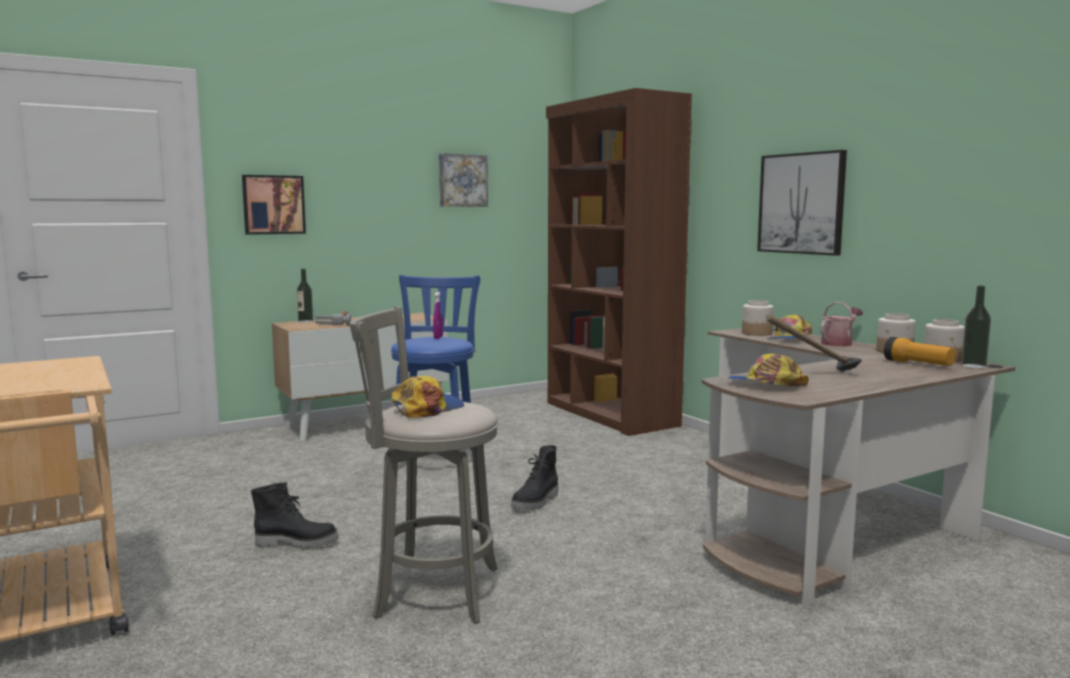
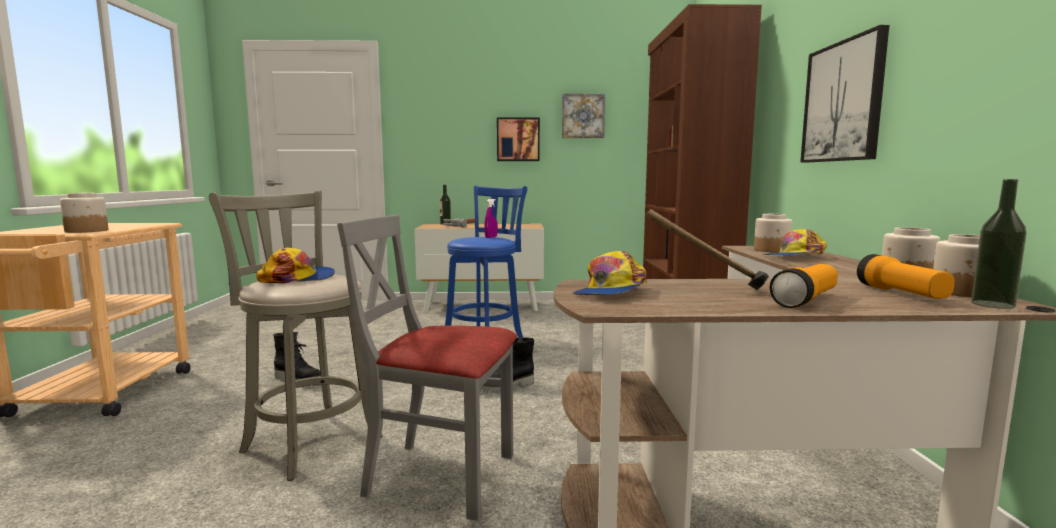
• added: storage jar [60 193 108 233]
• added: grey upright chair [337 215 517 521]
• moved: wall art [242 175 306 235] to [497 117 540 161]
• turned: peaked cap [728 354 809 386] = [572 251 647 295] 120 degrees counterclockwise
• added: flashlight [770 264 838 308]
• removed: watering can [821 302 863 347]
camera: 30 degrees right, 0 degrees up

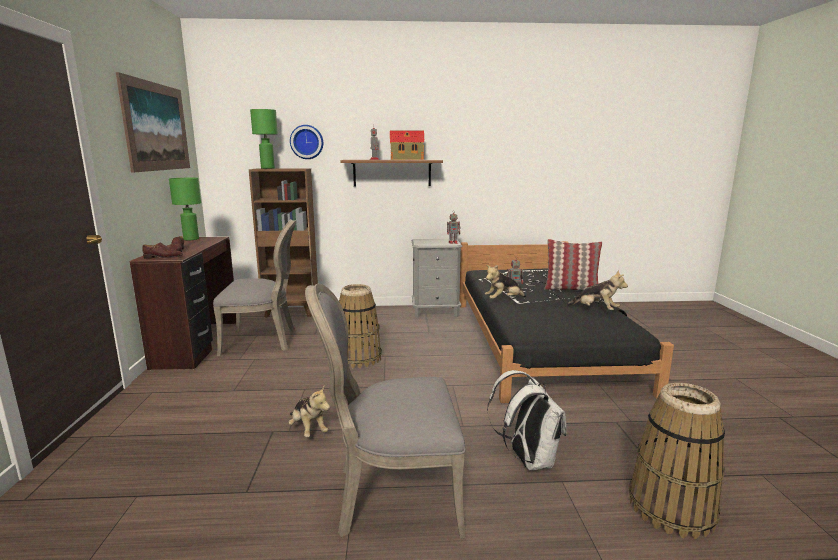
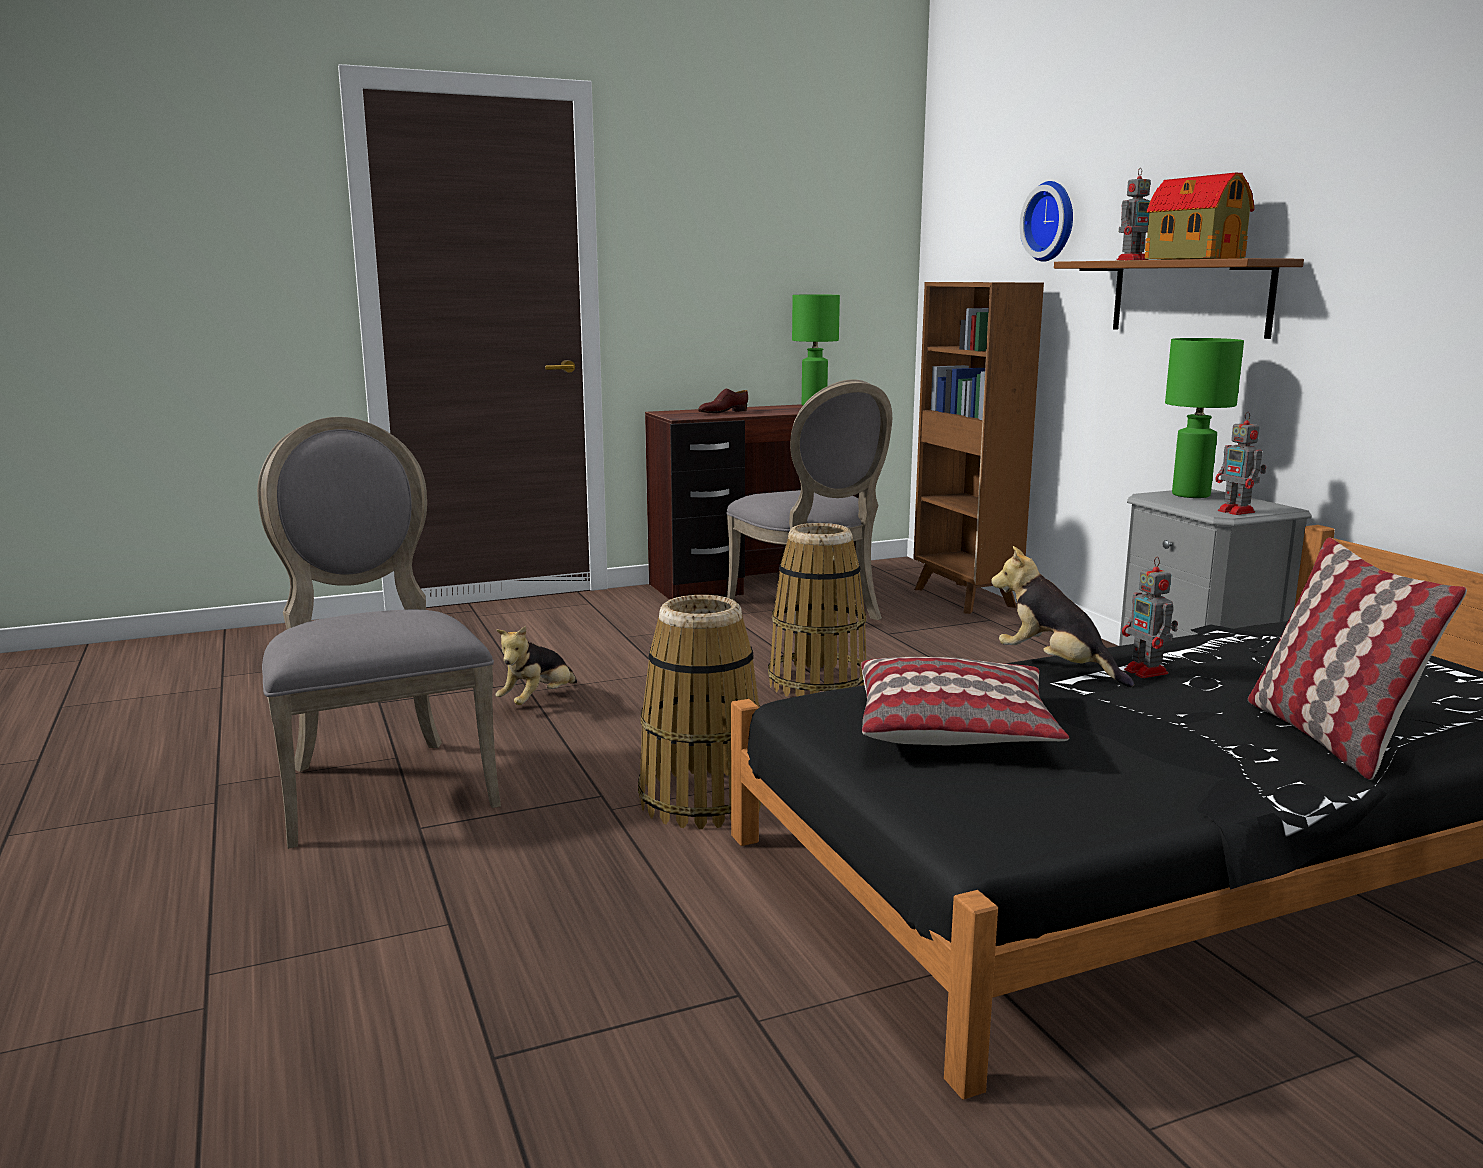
• moved: basket [629 383 725 539] to [638 595 764 829]
• added: throw pillow [861 657 1069 746]
• moved: green lamp for a table [250 109 278 169] to [1165 338 1244 498]
• removed: wall art [116 72 190 173]
• removed: brownish shoe [142 243 183 259]
• removed: white backpack [487 370 566 470]
• removed: soft toy [567 270 628 310]
camera: 70 degrees right, 0 degrees up

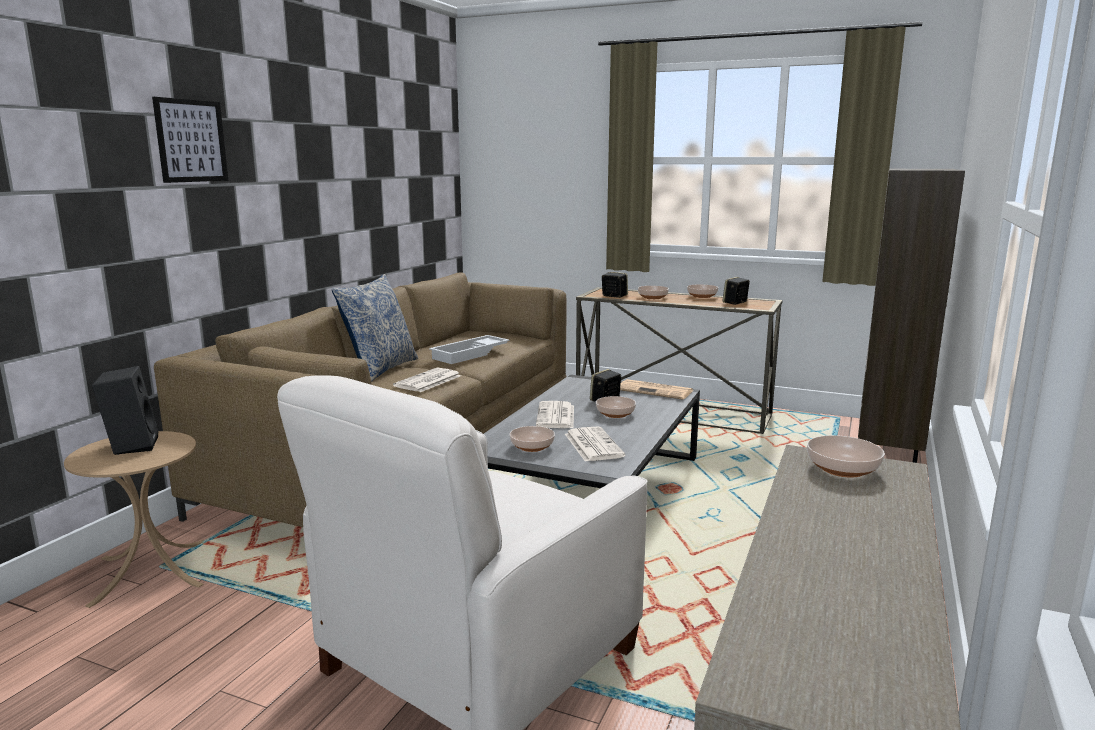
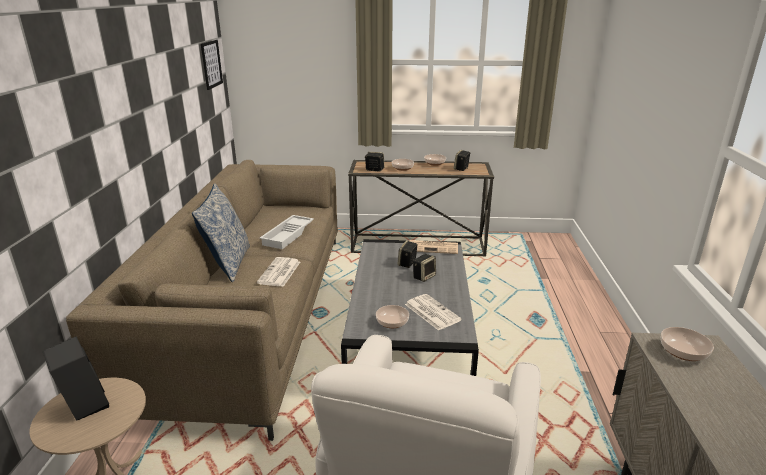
• moved: wall art [152 97 229 183] to [201 40 223 90]
• replaced: serving bowl [596 396 636 418] to loudspeaker [413 254 436 282]
• removed: daily paper [536 401 574 428]
• removed: brownish shelving unit [858 169 965 463]
camera: 20 degrees left, 10 degrees up

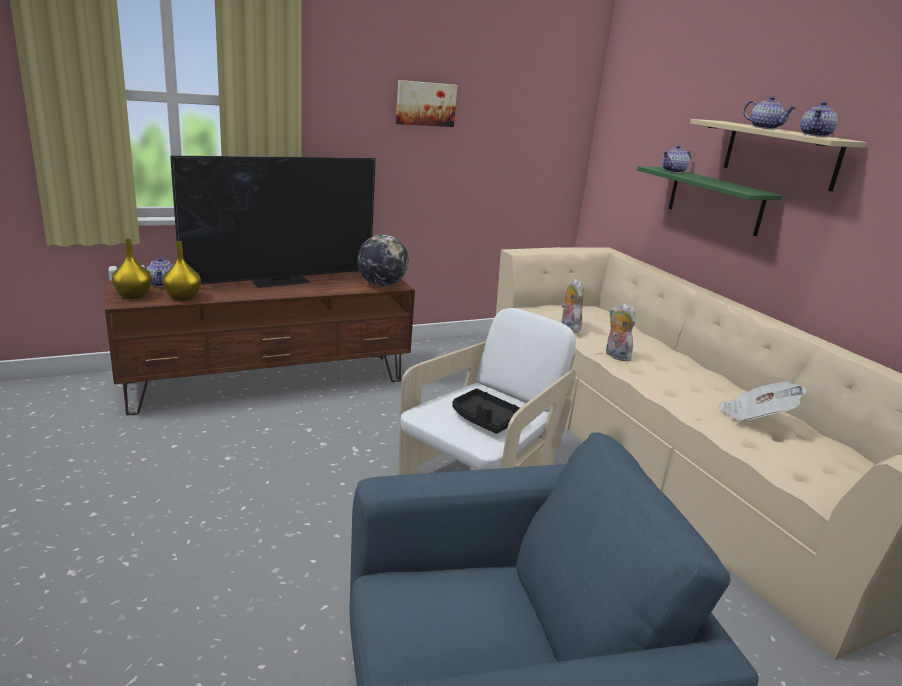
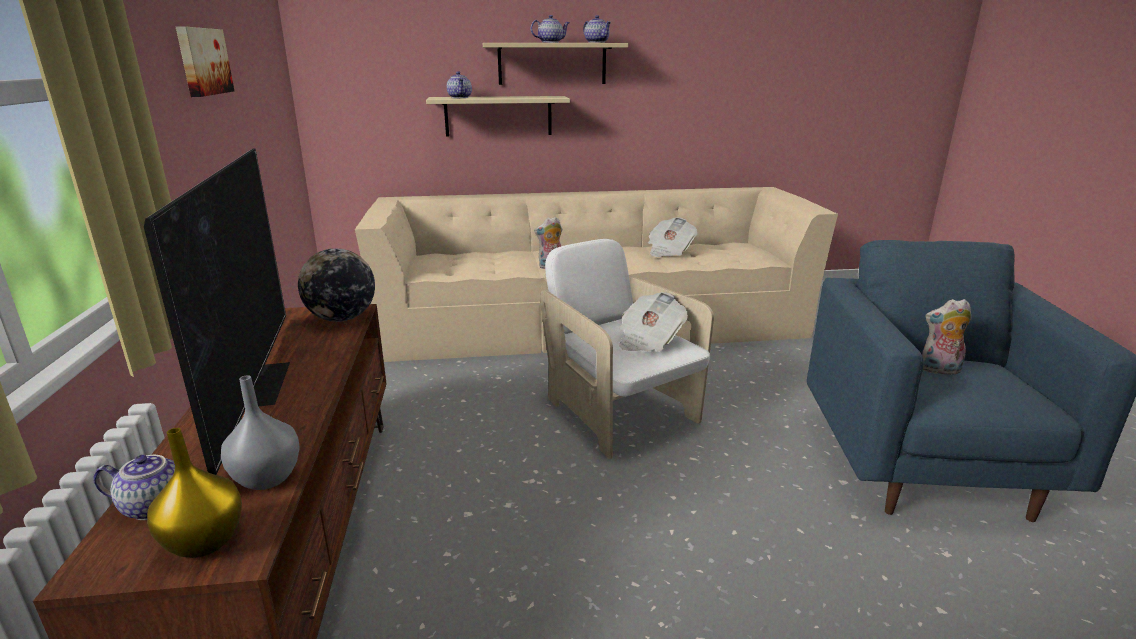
• recoloured: yellow-coloured vase [163 241 201 301] to grey vase [221 375 300 490]
• recoloured: green shelf [637 166 783 236] to beige shelf [426 96 570 137]
• replaced: blackish carrying tray [452 389 520 434] to daily paper [619 292 688 351]
• moved: soft toy [562 279 584 333] to [922 299 972 374]
camera: 70 degrees left, 0 degrees up

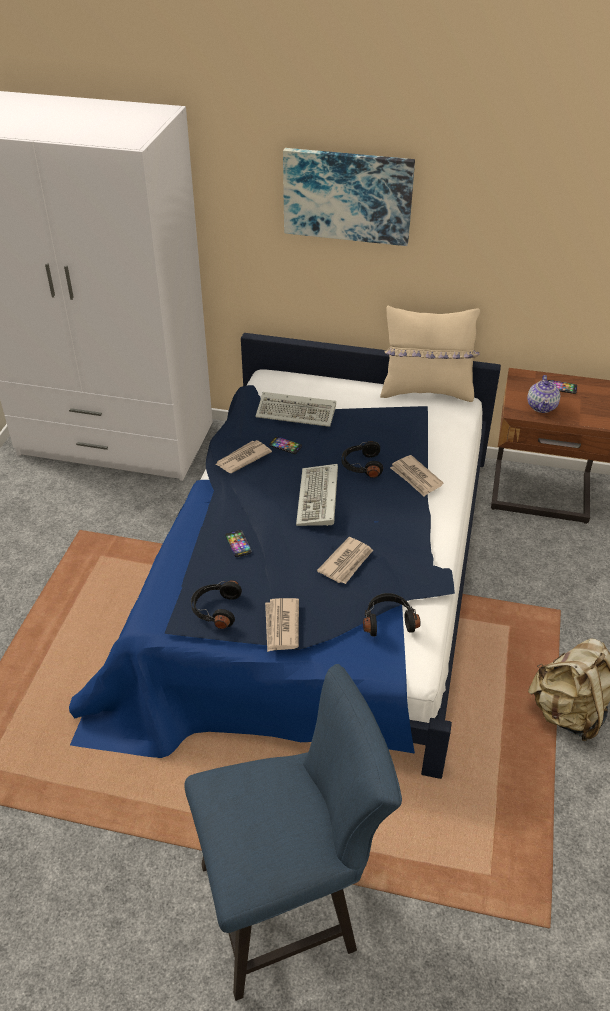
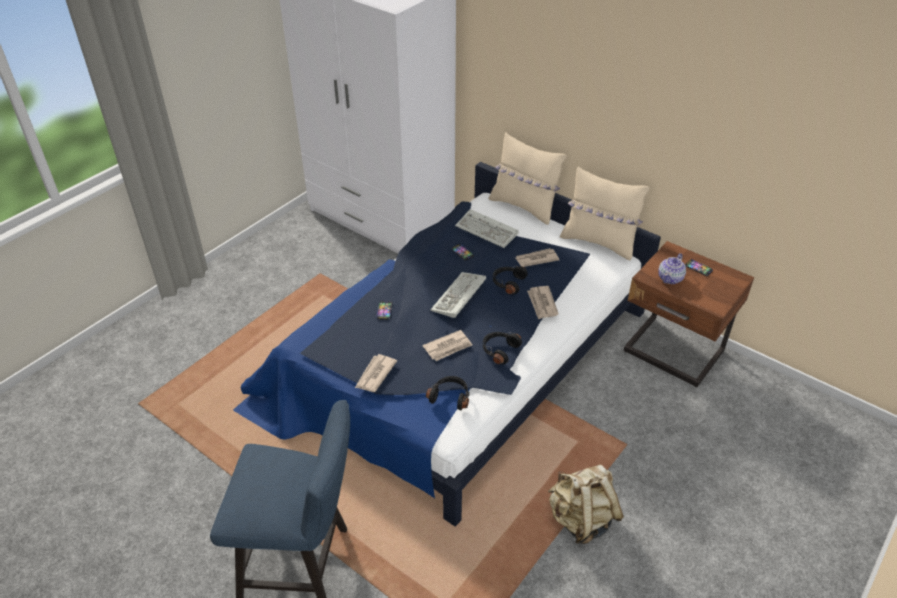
• moved: blackish headphones [191 580 242 629] to [483 332 522 364]
• added: beige throw pillow [489 132 566 225]
• moved: daily paper [215 440 272 473] to [516 248 559 267]
• removed: wall art [283 148 415 246]
camera: 25 degrees right, 0 degrees up

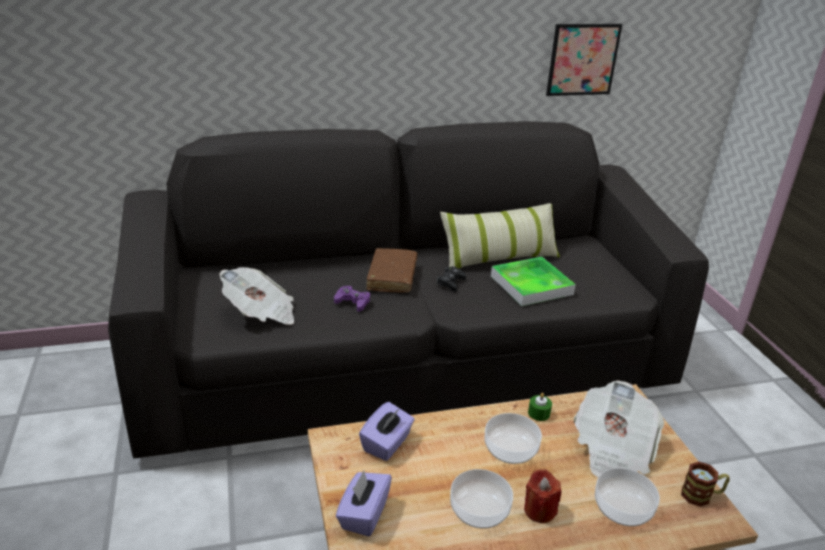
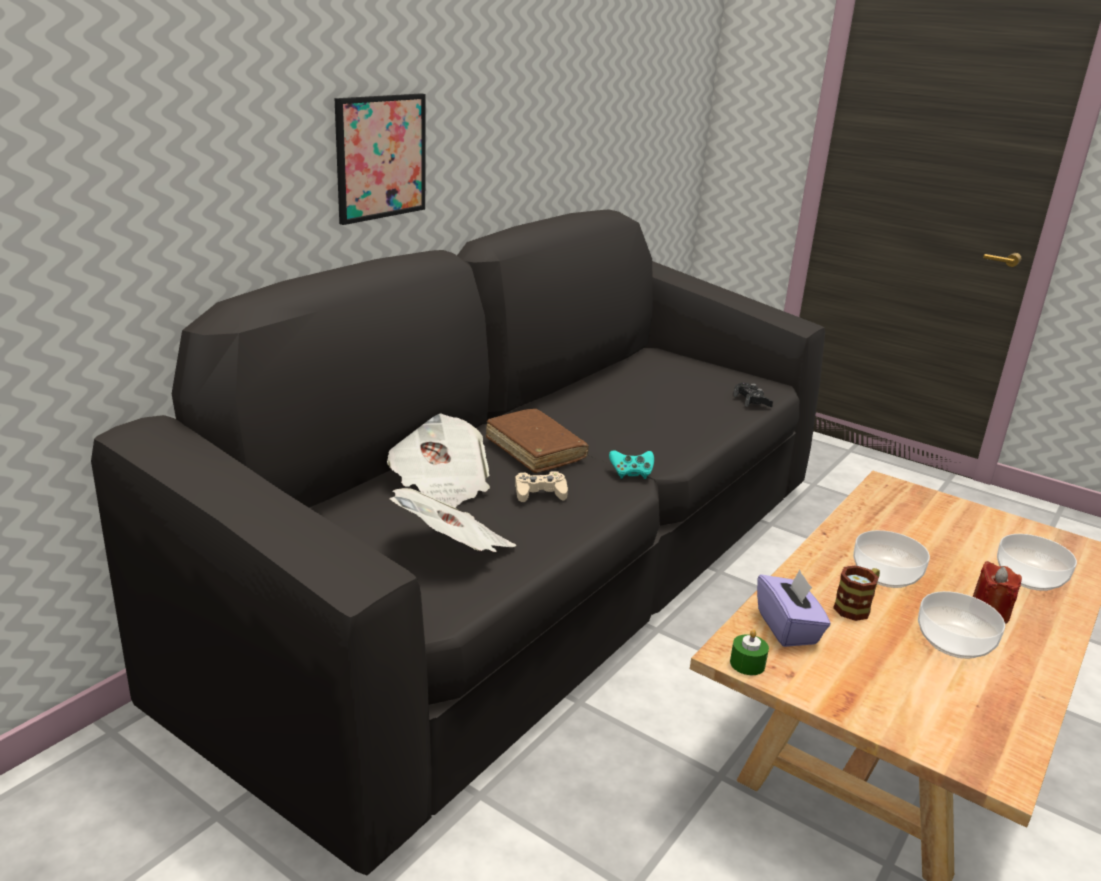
• moved: wall art [546 24 622 96] to [335 93 425 225]
• moved: daily paper [574 381 664 477] to [387 413 490 507]
• recoloured: purple-coloured game controller [334 286 370 312] to beige game controller [515 471 568 502]
• added: blue-green game controller [609 450 654 479]
• moved: green wax candle [528 393 552 421] to [730 629 769 675]
• moved: blackish game controller [437 267 466 292] to [733 383 773 407]
• moved: coffee mug [681 461 730 507] to [833 565 880 621]
• removed: purple-coloured tissue holder [336 471 392 536]
• removed: throw pillow [440 203 560 268]
• removed: carrying tray [491 257 576 306]
camera: 40 degrees left, 5 degrees down

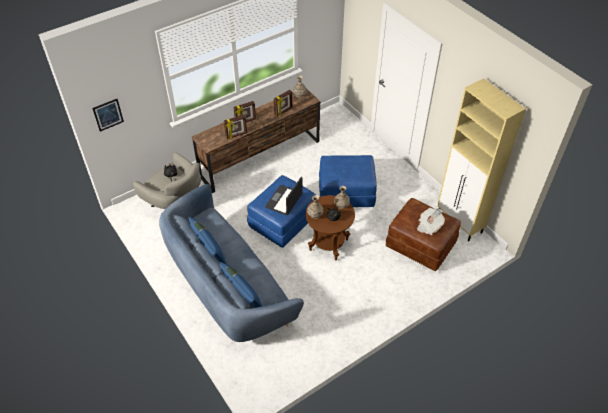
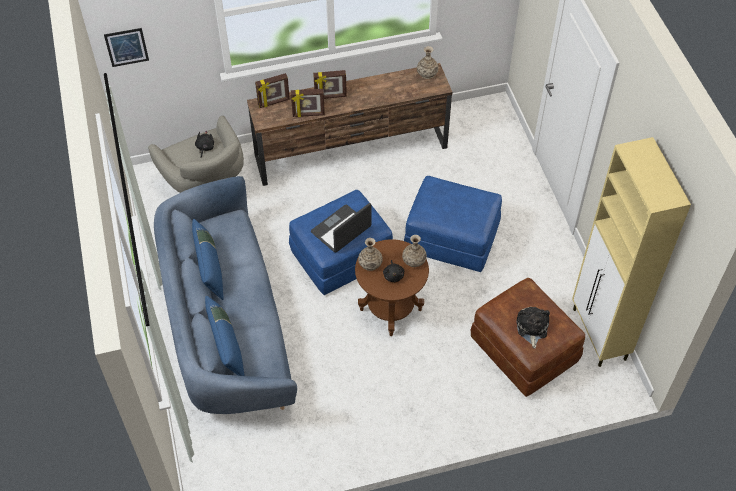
• moved: standing frame [274 90 292 117] to [255 73 290 108]
• replaced: daily paper [417 208 445 235] to soft toy [516 307 550 349]
camera: 20 degrees right, 5 degrees up

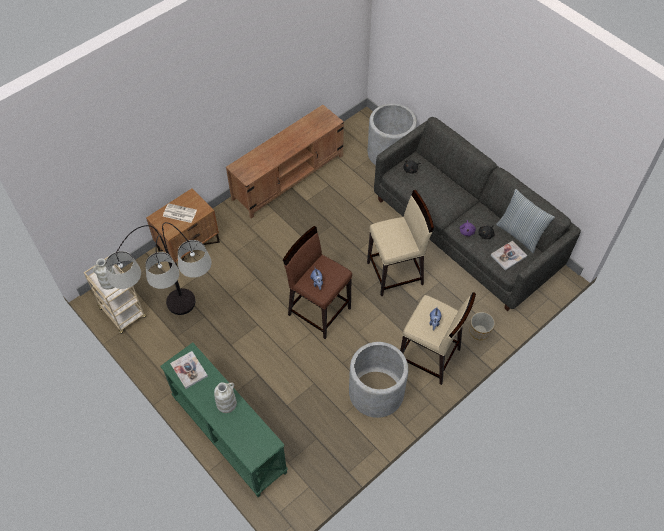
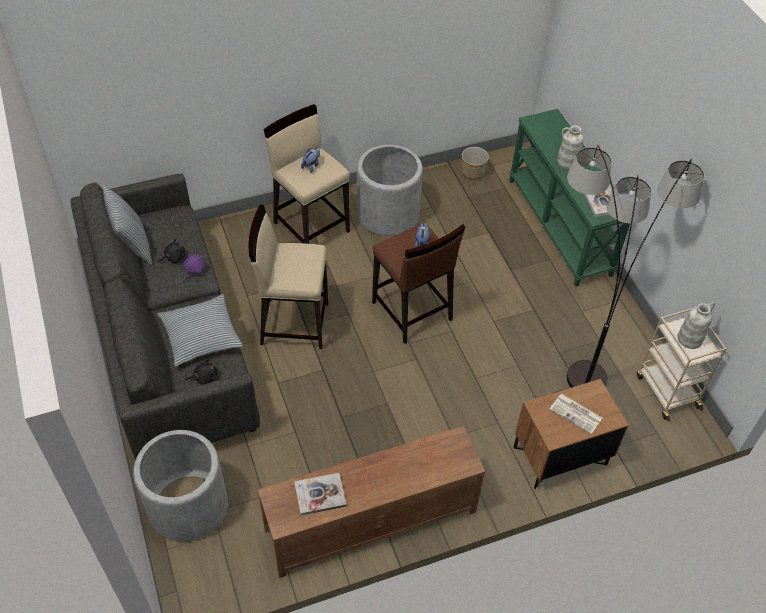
• added: throw pillow [158 294 243 367]
• moved: volume [491 241 527 271] to [294 473 346 516]
• moved: planter [470 312 495 340] to [461 147 489 180]
camera: 160 degrees left, 5 degrees down

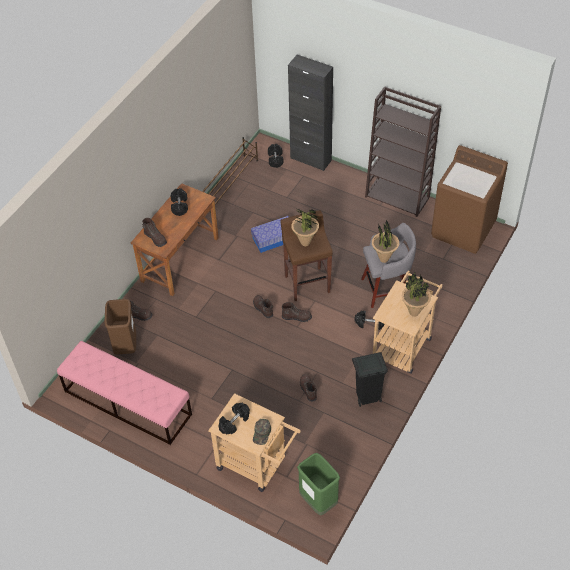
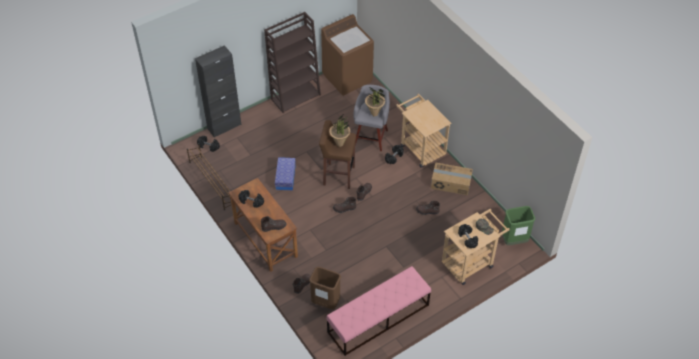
• replaced: blackish trash can [352 352 388 407] to cardboard box [431 163 473 195]
• removed: plant in a pot [402 273 431 317]
camera: 65 degrees left, 0 degrees up

